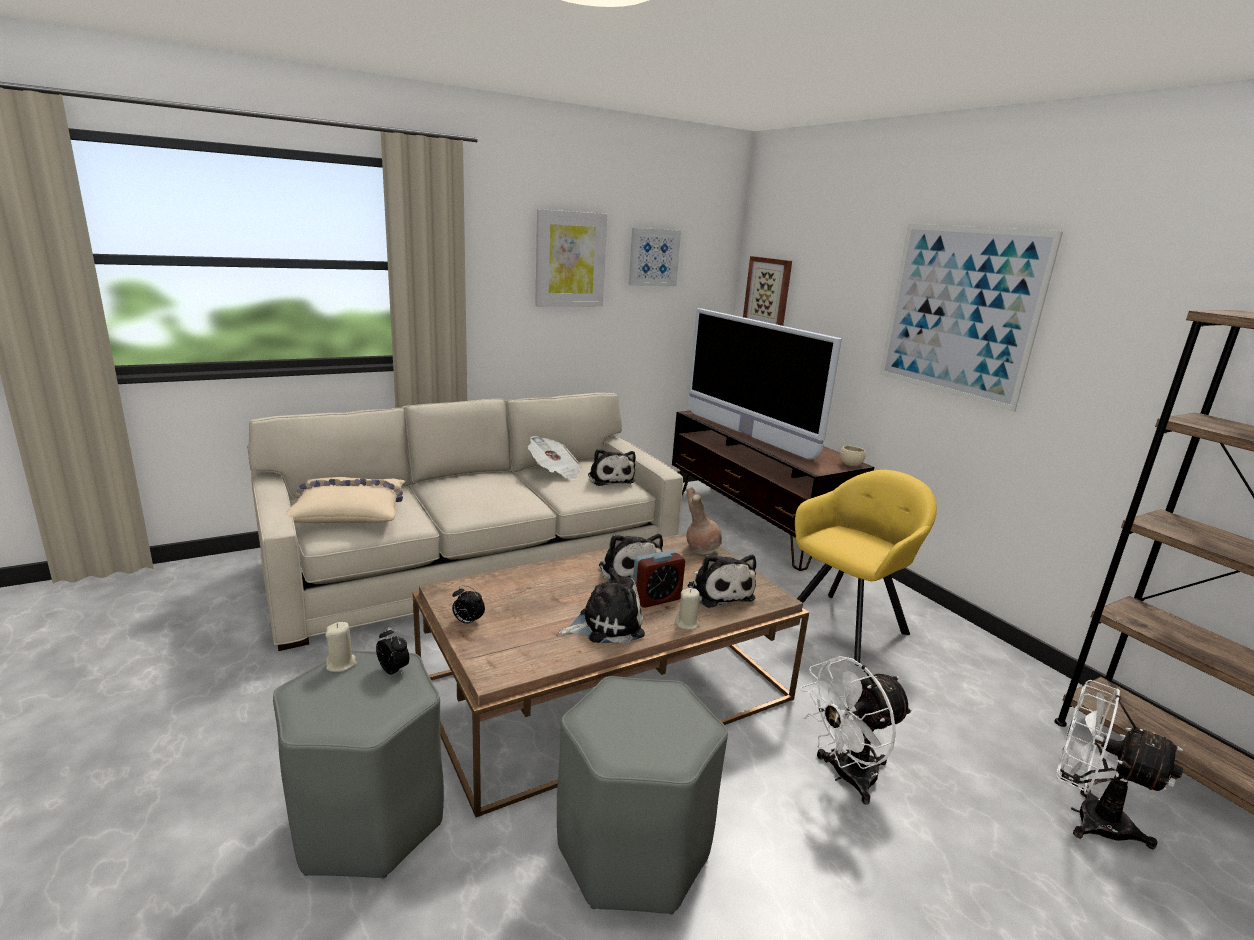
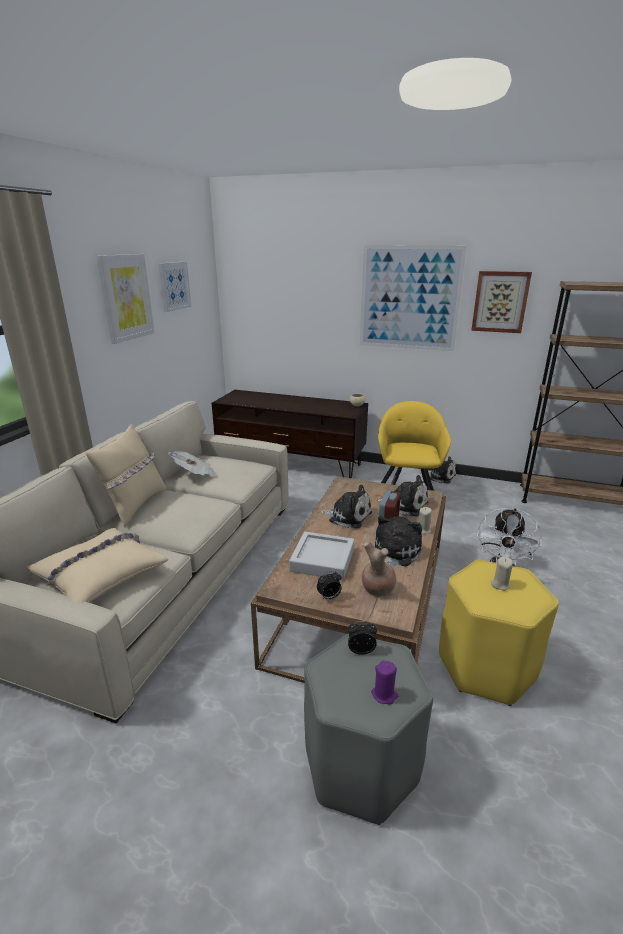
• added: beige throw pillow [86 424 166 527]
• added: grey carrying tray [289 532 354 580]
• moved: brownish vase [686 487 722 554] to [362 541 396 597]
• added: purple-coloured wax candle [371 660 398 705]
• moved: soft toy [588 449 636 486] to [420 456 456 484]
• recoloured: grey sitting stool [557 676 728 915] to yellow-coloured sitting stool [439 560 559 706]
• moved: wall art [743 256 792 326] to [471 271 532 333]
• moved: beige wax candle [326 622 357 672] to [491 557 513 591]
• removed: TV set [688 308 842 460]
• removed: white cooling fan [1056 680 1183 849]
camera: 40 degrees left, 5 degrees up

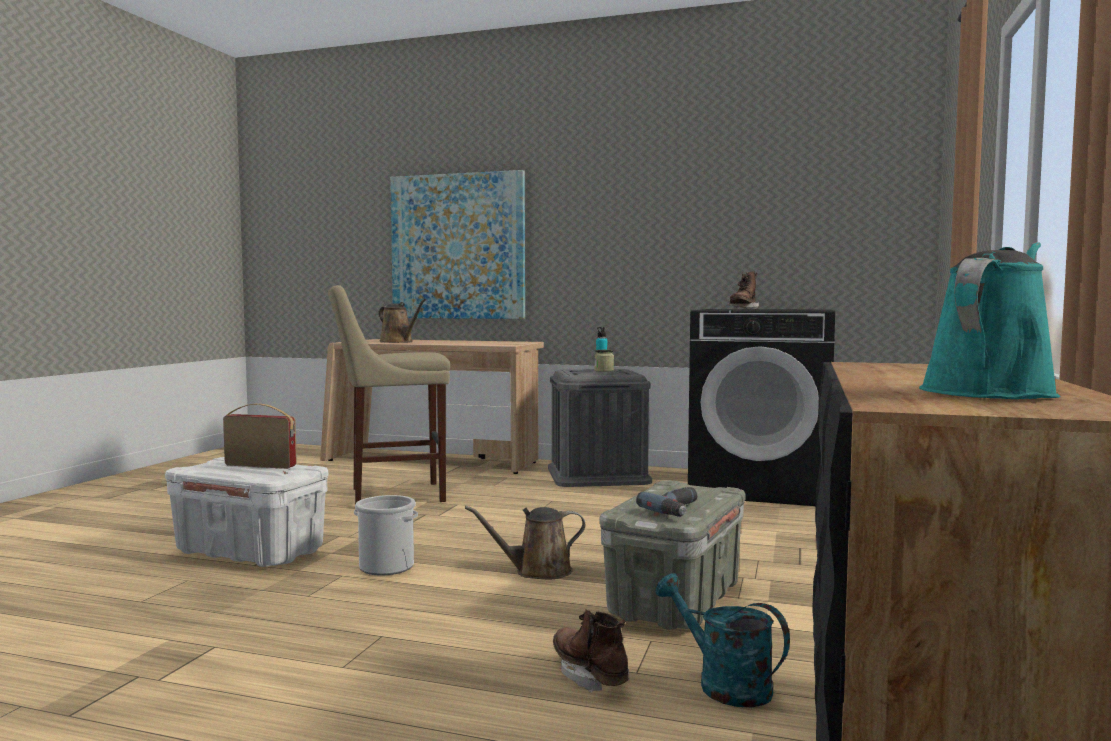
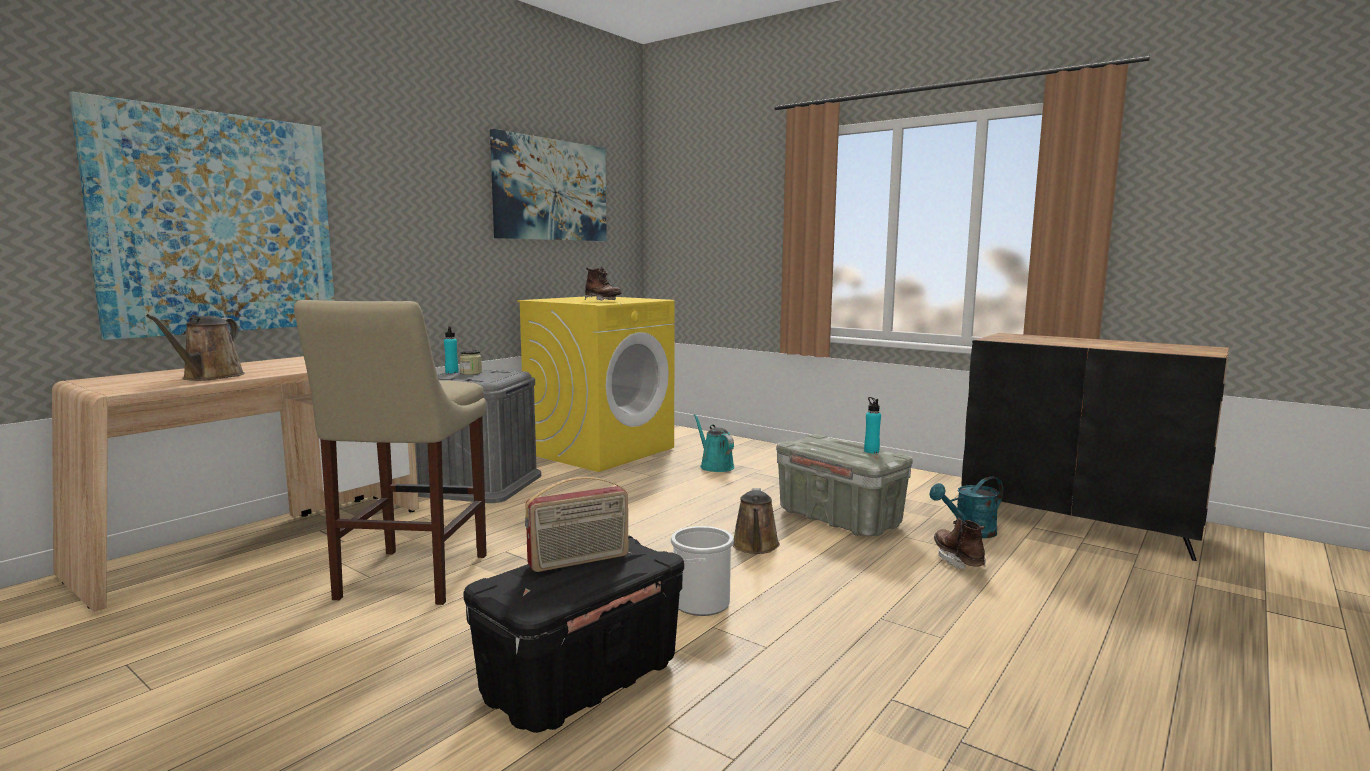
• turned: brownish watering can [378 299 426 343] = [146 314 245 381] 120 degrees clockwise
• recoloured: white storage box [165 457 328 567] to blackish storage box [463 535 684 733]
• added: wall art [490 129 607 241]
• recoloured: blackish washing machine [688 309 835 506] to yellow-coloured washing machine [517 297 675 472]
• turned: radio [223 404 297 469] = [525 477 628 572] 150 degrees counterclockwise
• moved: blue-green watering can [919 242 1060 399] to [694 414 735 472]
• replaced: drill [636 487 697 517] to blue-green beverage bottle [864 397 881 453]
• turned: brownish high-top boot [553 609 630 692] = [934 517 986 569] 90 degrees clockwise
camera: 70 degrees left, 5 degrees up

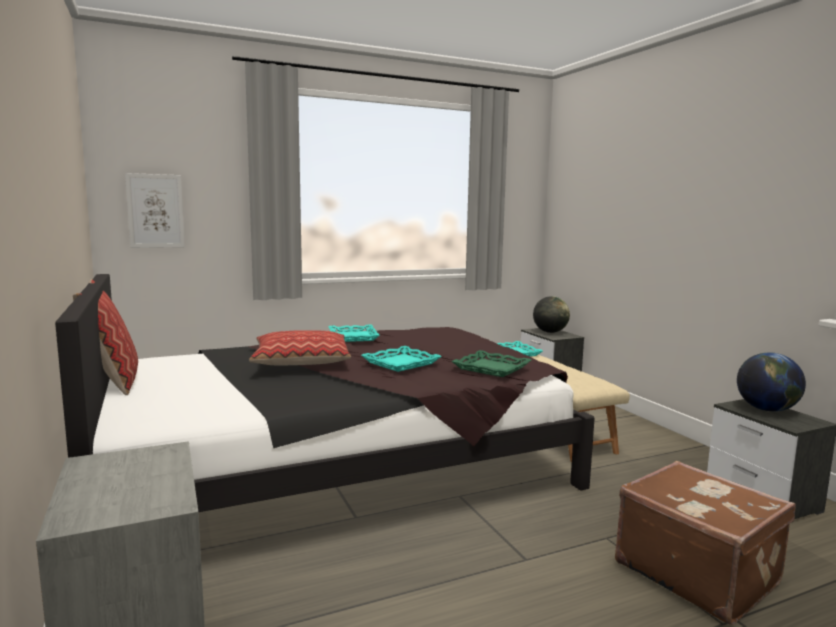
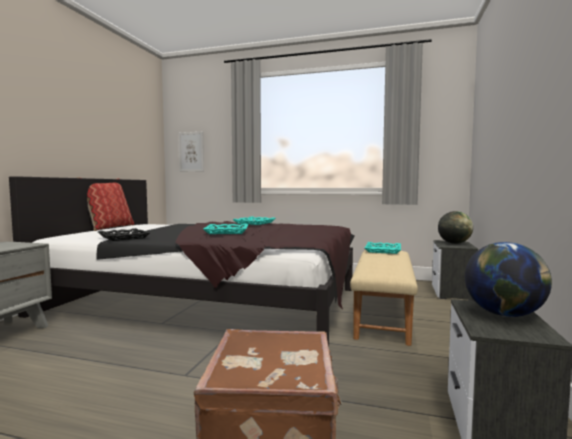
• added: blackish carrying tray [98 228 150 241]
• removed: throw pillow [249 330 351 365]
• removed: green carrying tray [451 350 531 377]
camera: 40 degrees right, 5 degrees down

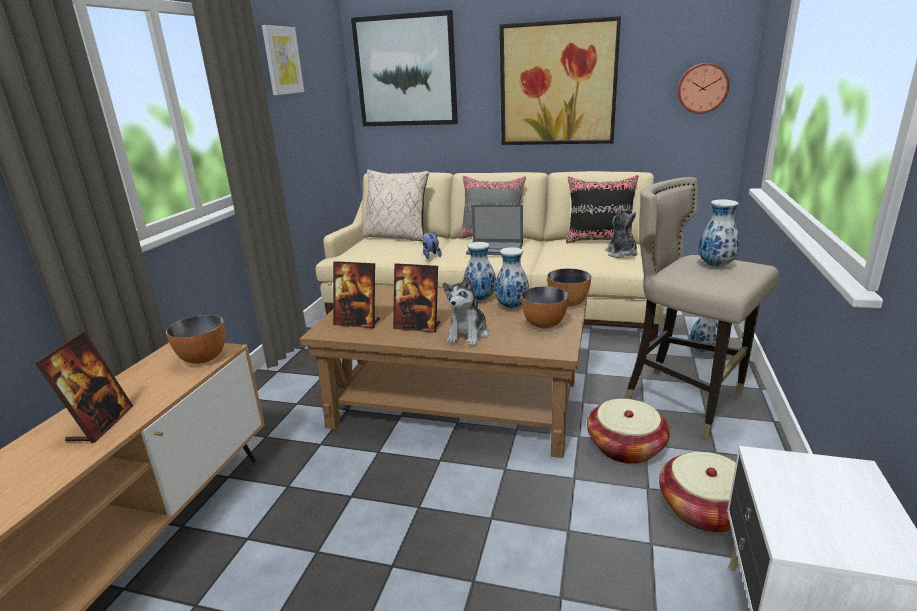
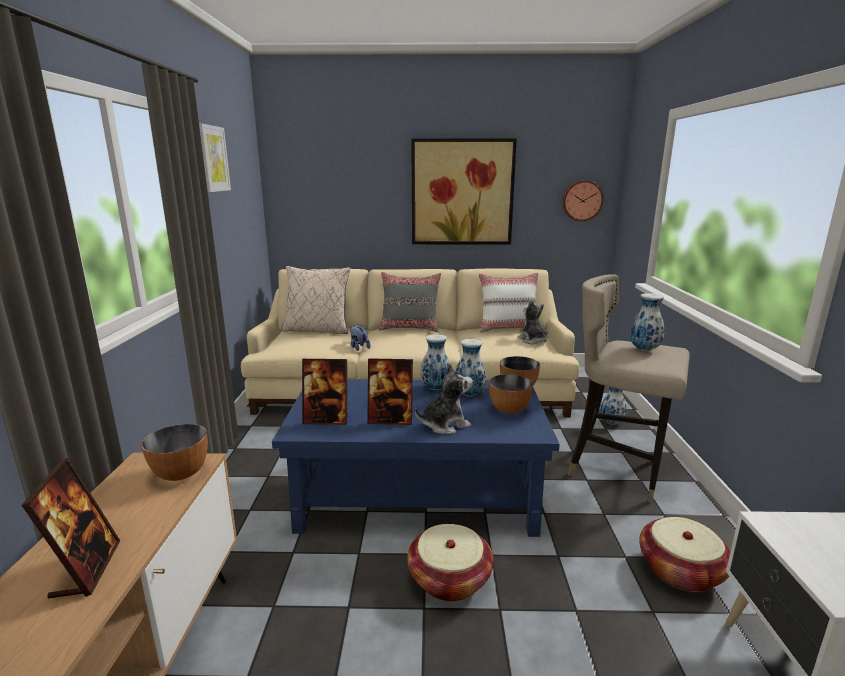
• recoloured: brownish coffee table [300 285 587 458] to blue coffee table [272 379 560 537]
• moved: basket [587 399 670 464] to [407 524 494 601]
• turned: soft toy [443 276 489 346] = [415 364 473 434] 120 degrees counterclockwise
• recoloured: blackish throw pillow [566 175 638 244] to white throw pillow [479 272 538 333]
• removed: wall art [351 10 458 126]
• removed: notebook computer [466 205 523 255]
camera: 15 degrees left, 5 degrees down

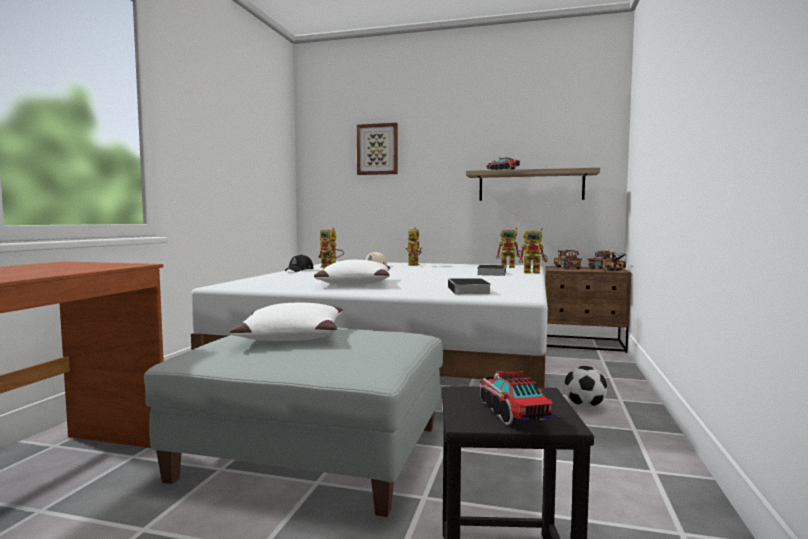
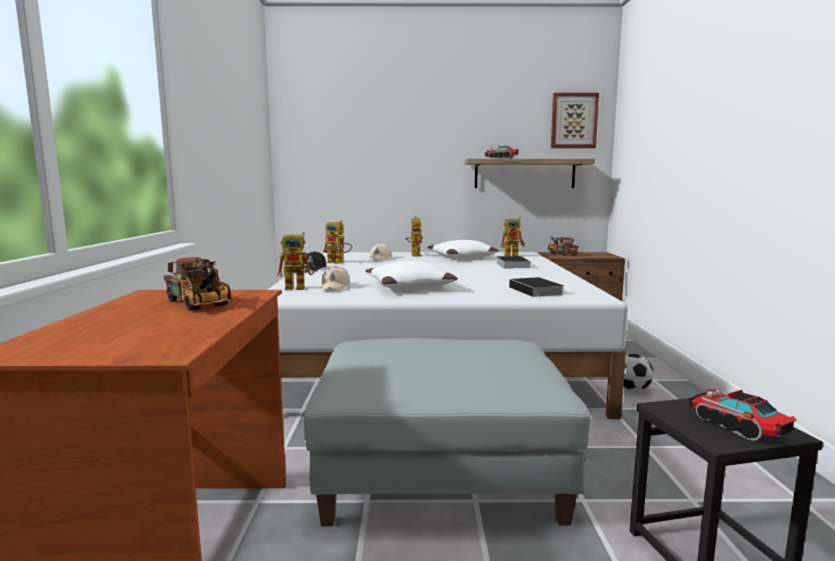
• moved: toy lorry [588 250 627 271] to [163 257 232 311]
• moved: robot figure [519 228 548 274] to [277 232 315 290]
• added: beige peaked cap [321 266 350 291]
• moved: white throw pillow [230 303 343 341] to [427 240 499 259]
• moved: wall art [357 123 398 175] to [551 93 599 148]
camera: 15 degrees left, 5 degrees up

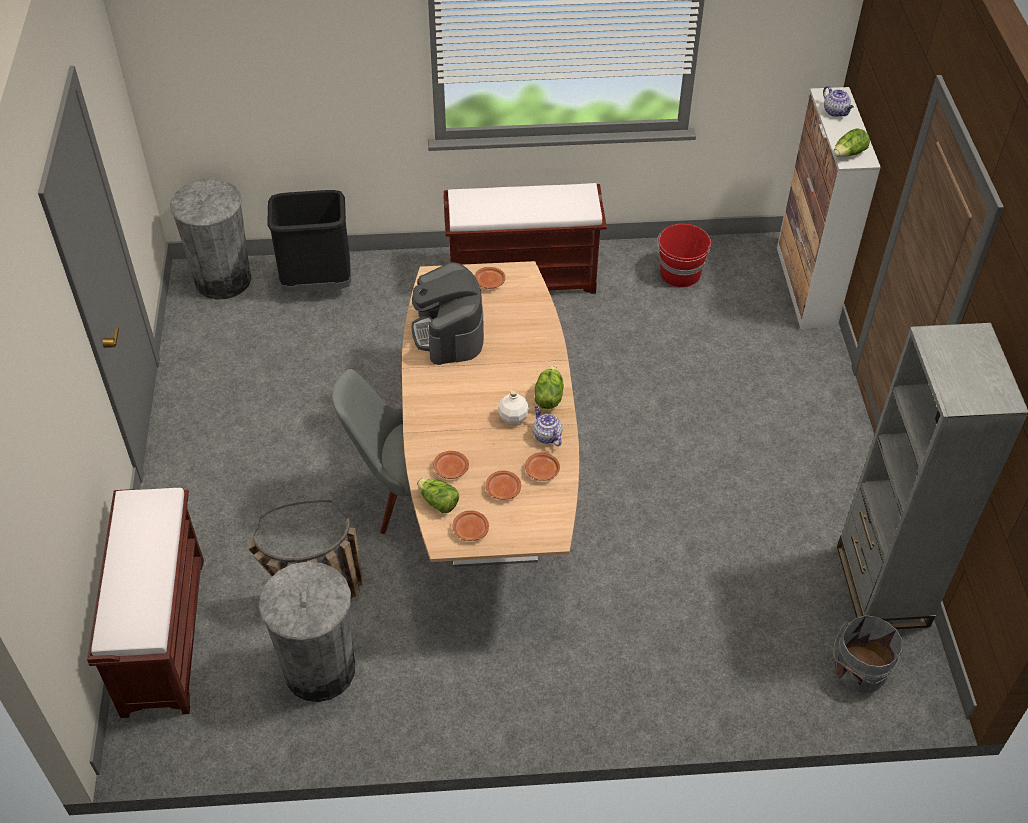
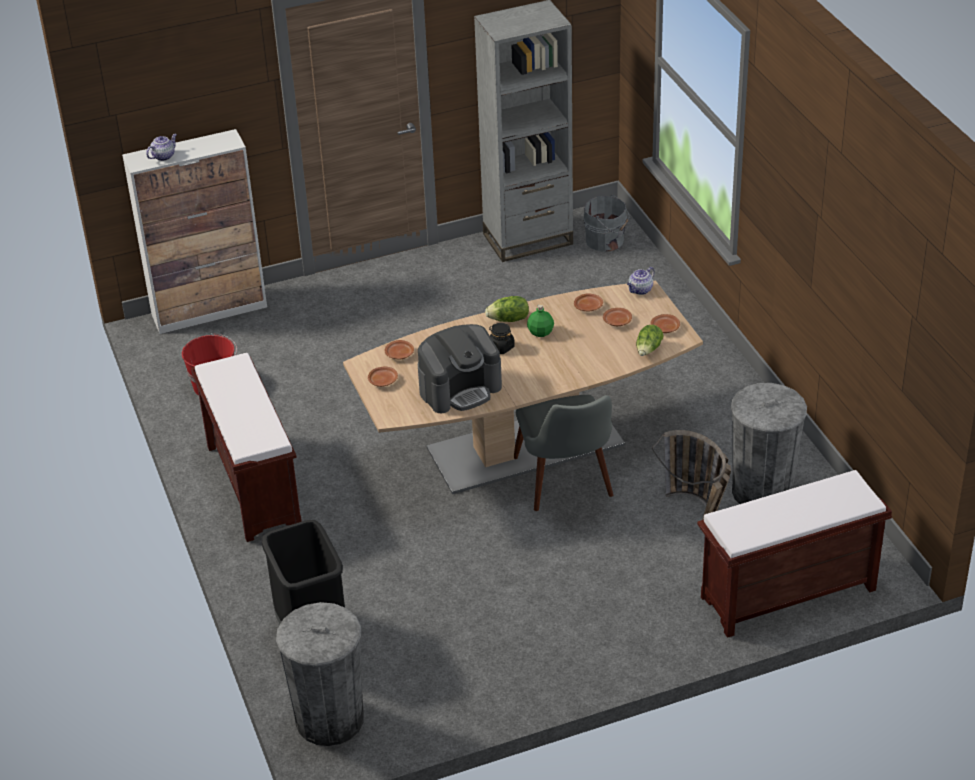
• moved: brownish dinner plate [433 451 469 479] to [385 340 414 360]
• added: blackish storage jar [489 323 515 354]
• recoloured: white beverage bottle [498 390 529 424] to green beverage bottle [527 304 554 337]
• moved: teapot [533 406 563 446] to [627 267 655 295]
• removed: lettuce [834 128 870 157]
camera: 105 degrees left, 10 degrees down

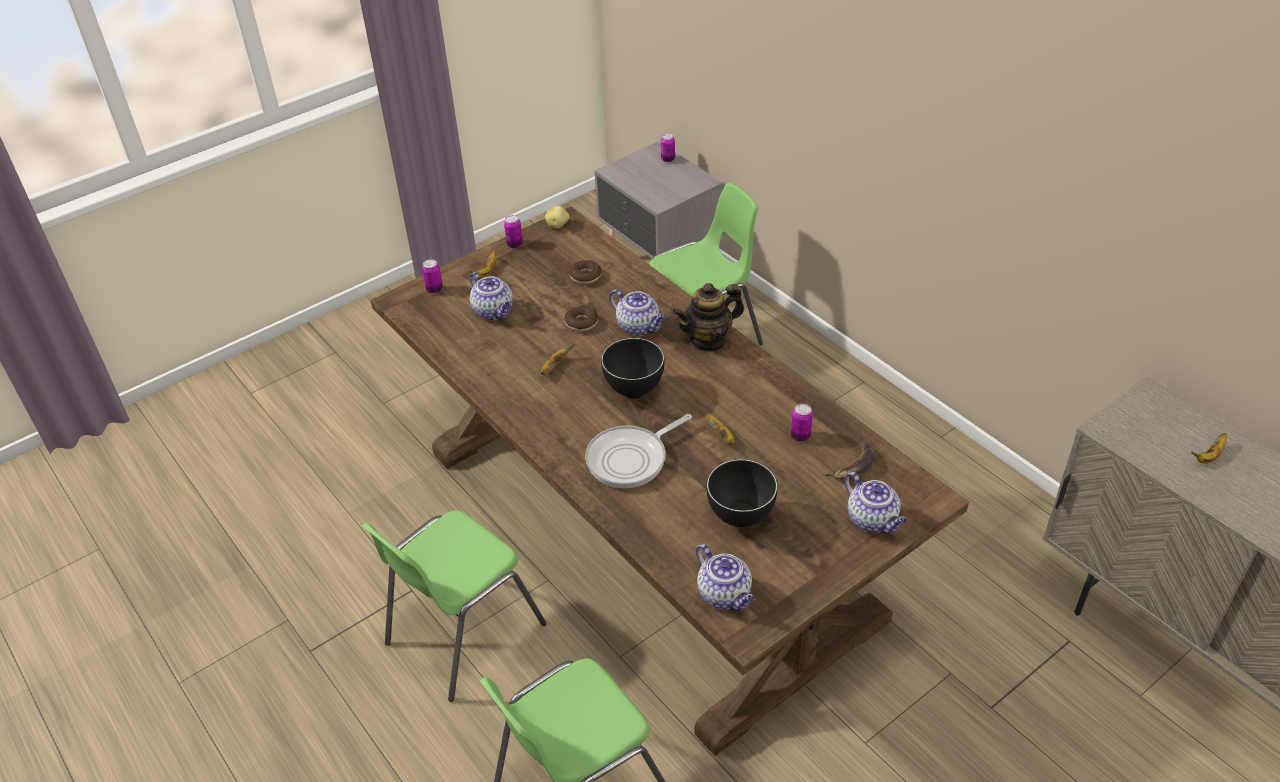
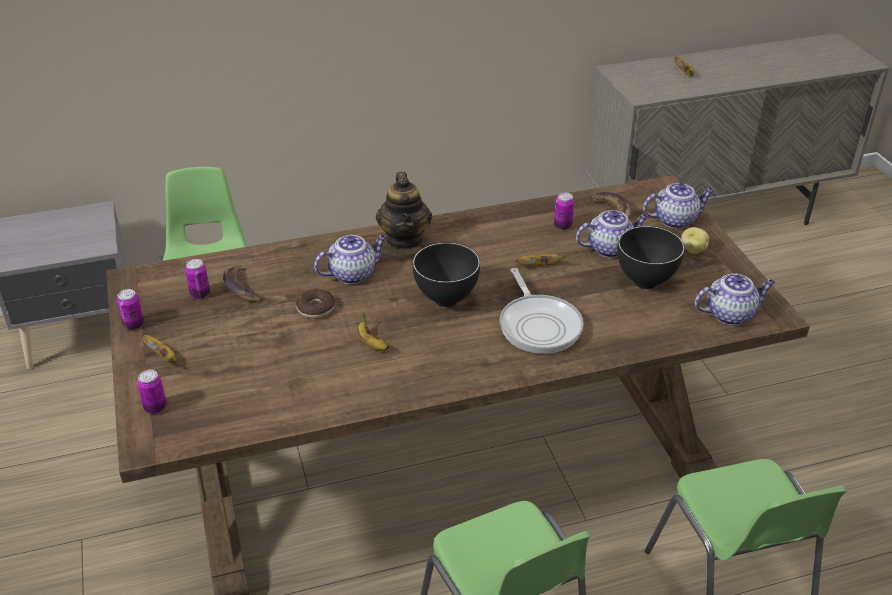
• moved: sealed can [661 133 675 162] to [185 259 210 299]
• replaced: donut [569 260 602 284] to whole banana [223 267 262 302]
• moved: teapot [470 272 513 320] to [576 210 648 258]
• moved: spud [545 206 570 229] to [681 227 709 254]
camera: 70 degrees left, 5 degrees down

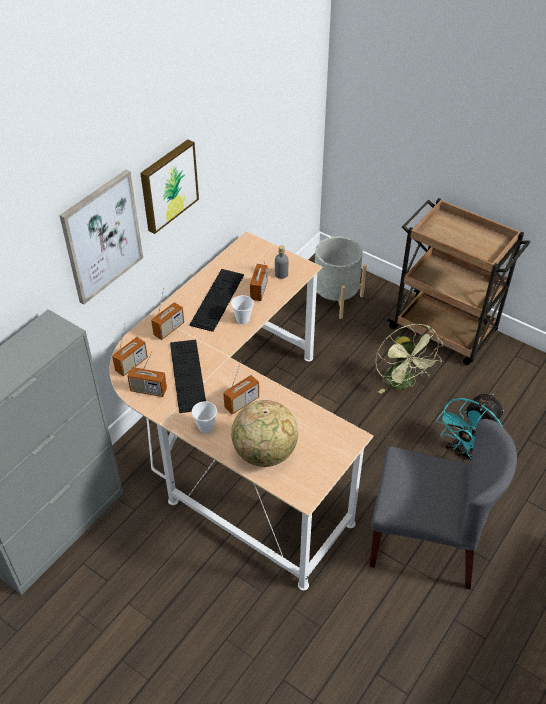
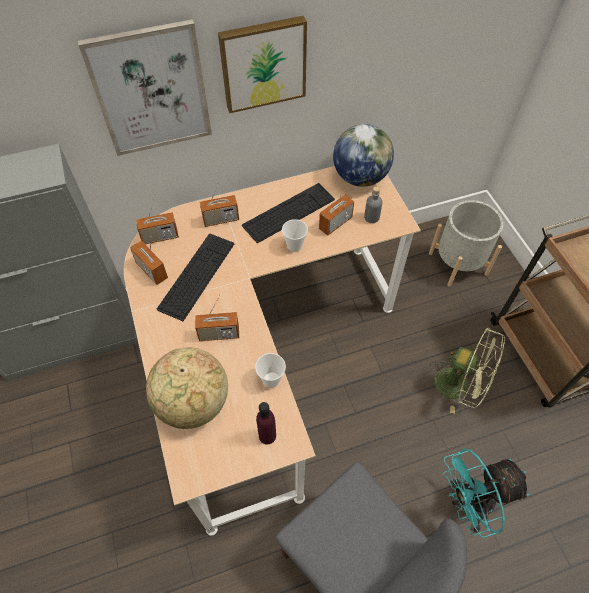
• moved: cup [192 401 217 433] to [255 353 286 388]
• added: purple-coloured beverage bottle [256 402 276 445]
• added: world globe [333 124 394 187]
• turned: green cooling fan [375 324 443 394] = [429 327 505 414] 75 degrees counterclockwise
camera: 35 degrees right, 10 degrees up

